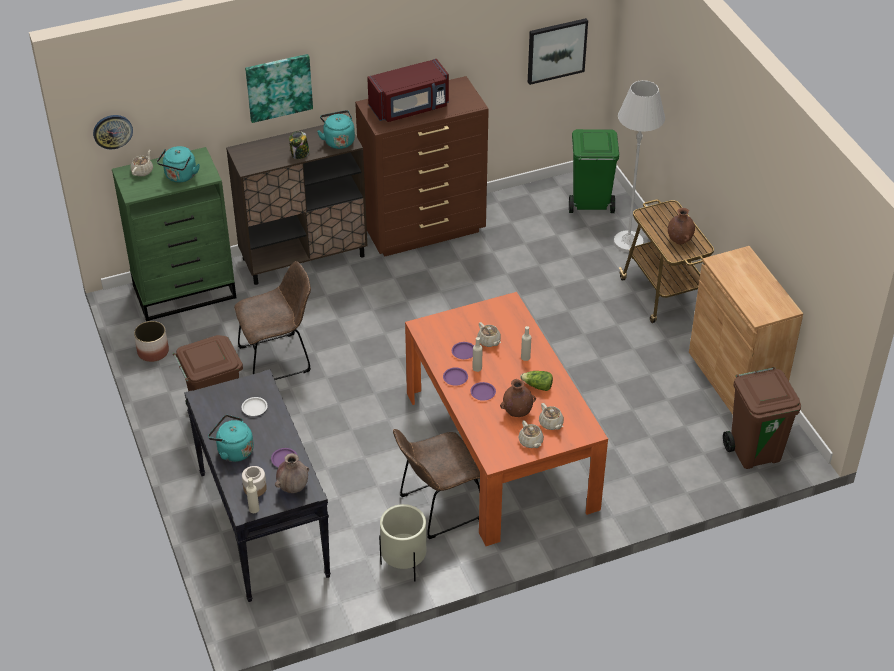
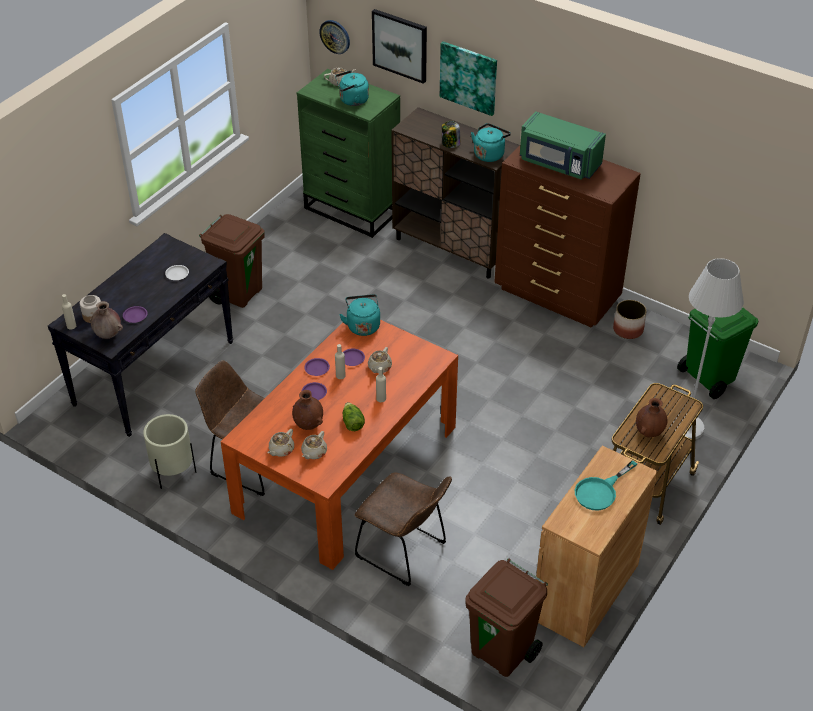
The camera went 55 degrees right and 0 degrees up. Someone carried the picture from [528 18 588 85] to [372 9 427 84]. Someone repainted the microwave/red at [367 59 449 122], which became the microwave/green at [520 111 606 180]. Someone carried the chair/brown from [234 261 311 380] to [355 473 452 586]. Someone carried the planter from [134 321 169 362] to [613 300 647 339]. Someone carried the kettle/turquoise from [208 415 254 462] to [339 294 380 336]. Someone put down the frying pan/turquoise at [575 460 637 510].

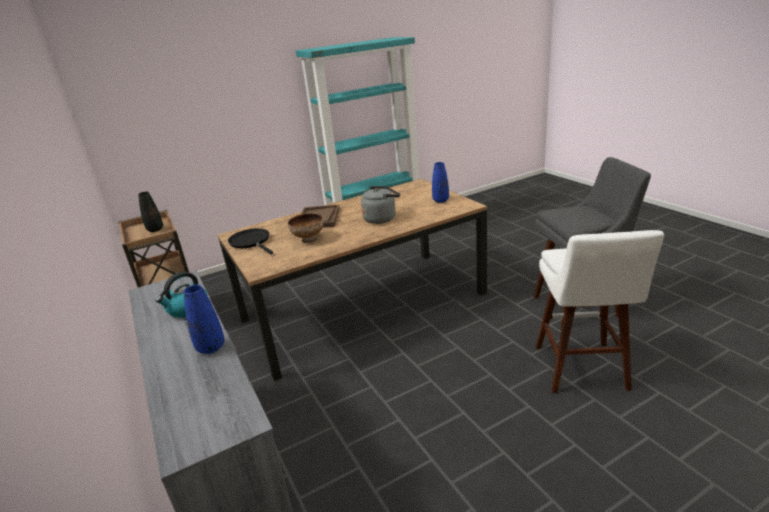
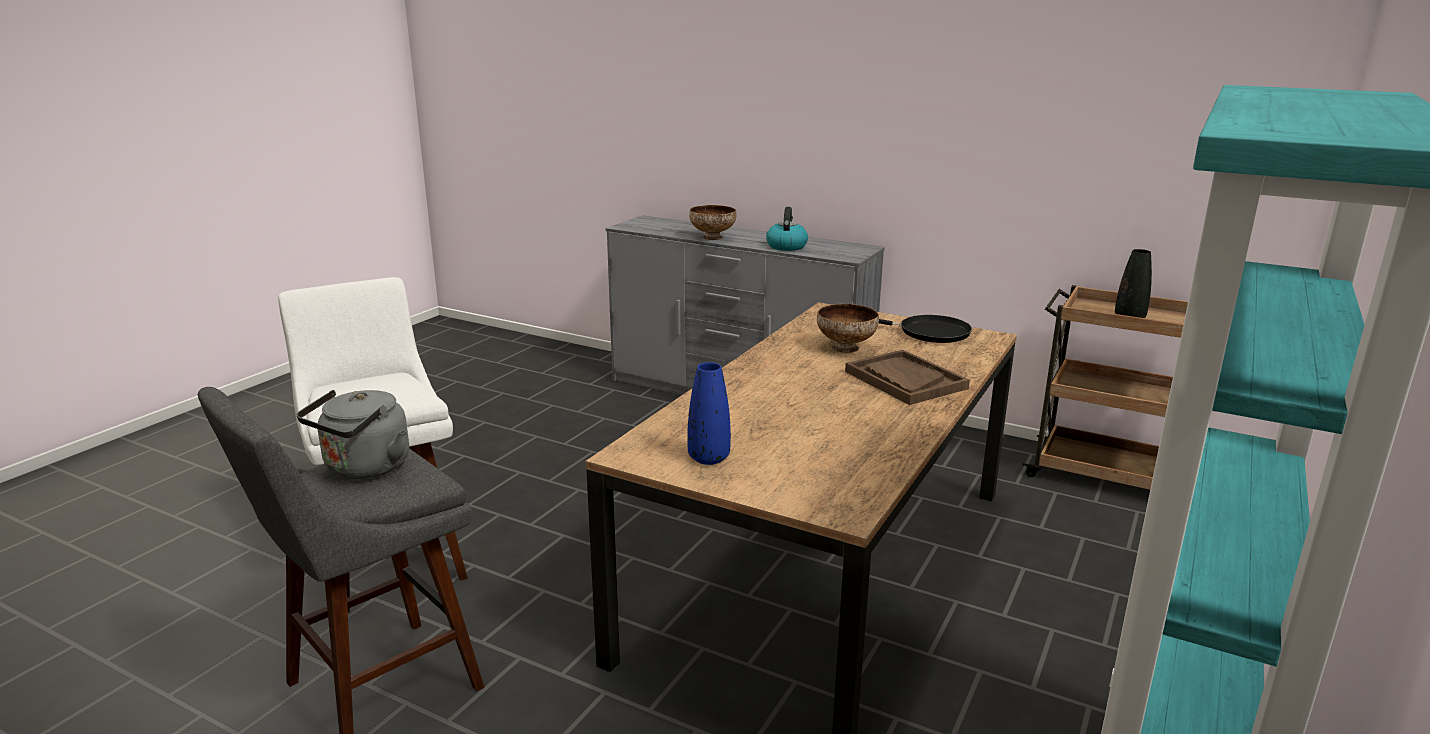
The camera went 145 degrees right and 5 degrees down. Someone carried the kettle/grey from [361 186 400 224] to [297 390 409 479]. Someone swapped the vase/blue at [184 285 225 354] for the bowl at [689 205 736 240].

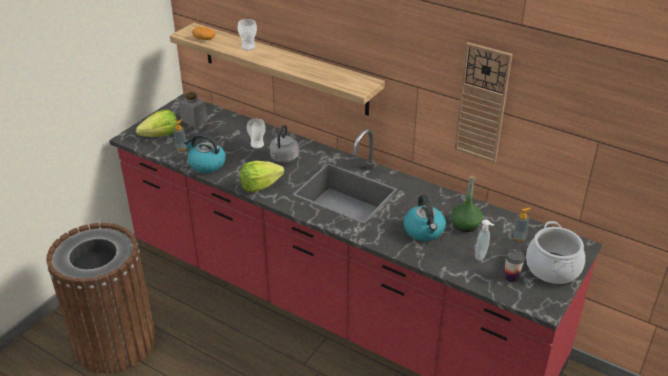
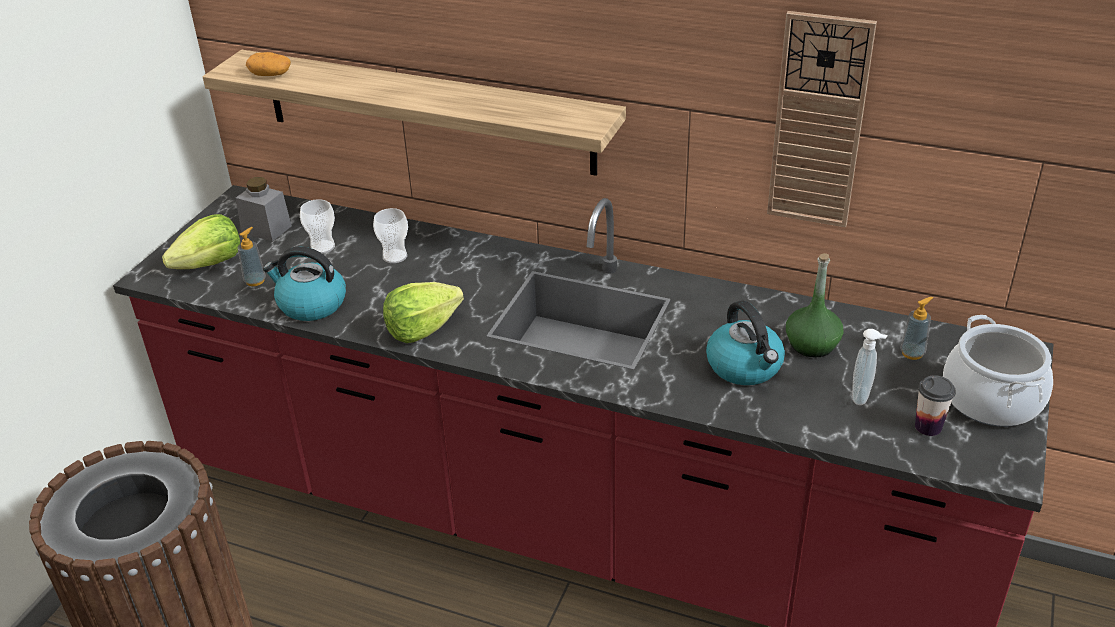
The camera went 10 degrees left and 0 degrees up. Someone carried the cup from [237 19 257 50] to [300 199 335 254]. Someone took away the kettle/grey at [270 125 299 163].

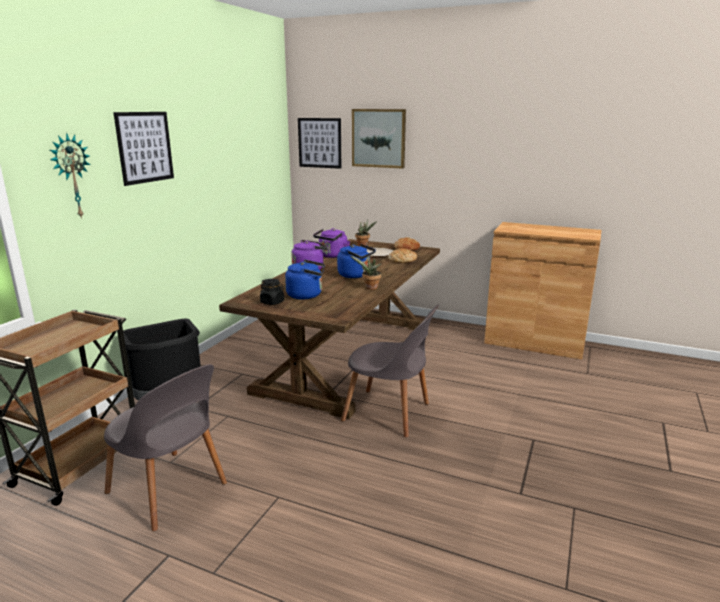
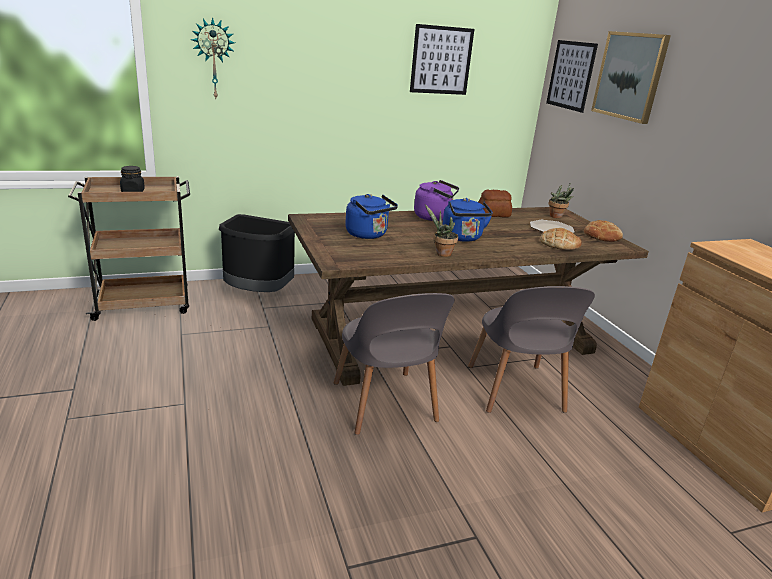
The camera went 45 degrees right and 5 degrees up. Someone carried the picture from [113 112 174 186] to [410 24 474 95]. Someone swapped the kettle/purple at [313 228 350 258] for the bread at [478 190 512 217]. Someone carried the jar/black from [260 279 284 305] to [120 166 145 192]. Someone carried the chair/grey from [104 364 227 531] to [468 286 595 413].

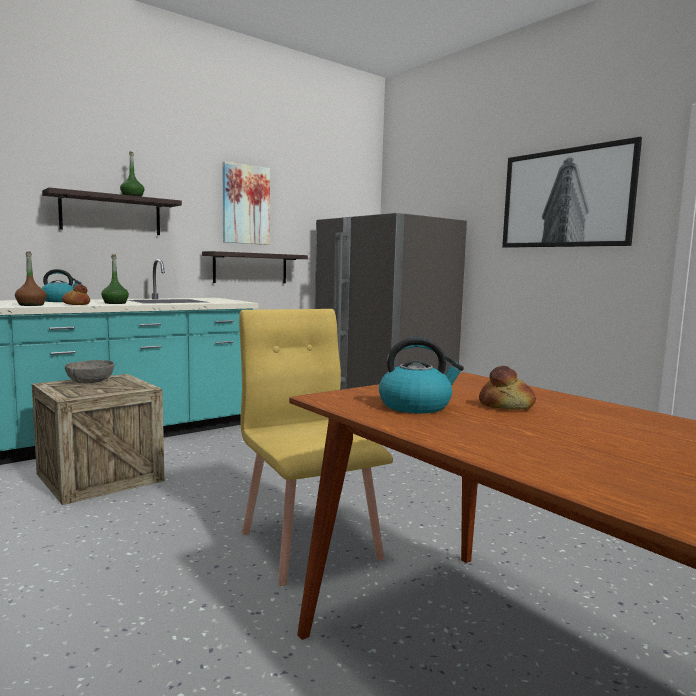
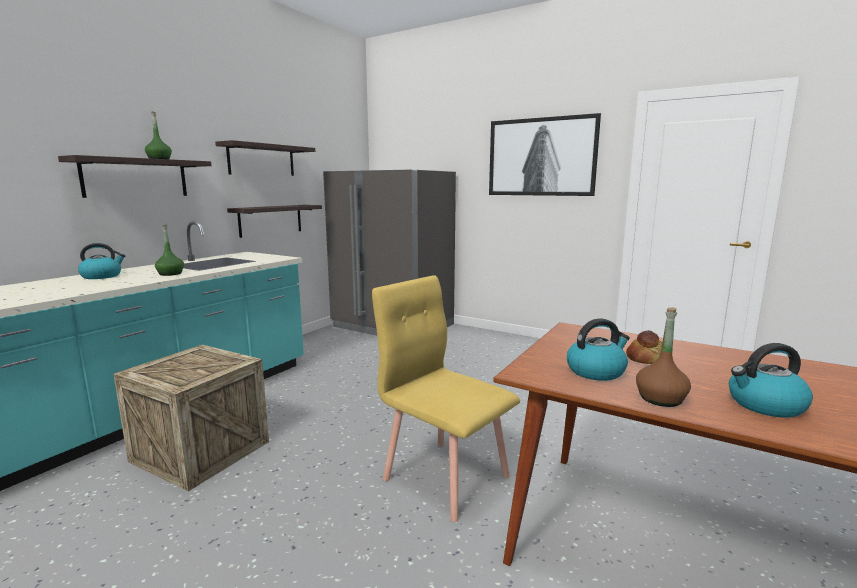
The camera went 20 degrees left and 5 degrees up. Someone swapped the picture at [223 161 270 245] for the shelf at [215 140 315 176]. Someone carried the bottle/brown from [15 251 47 306] to [636 307 691 407]. Someone took away the bread at [62 284 90 305]. Someone took away the bowl/grey at [65 360 114 383]. Someone put down the kettle at [729 343 813 418].

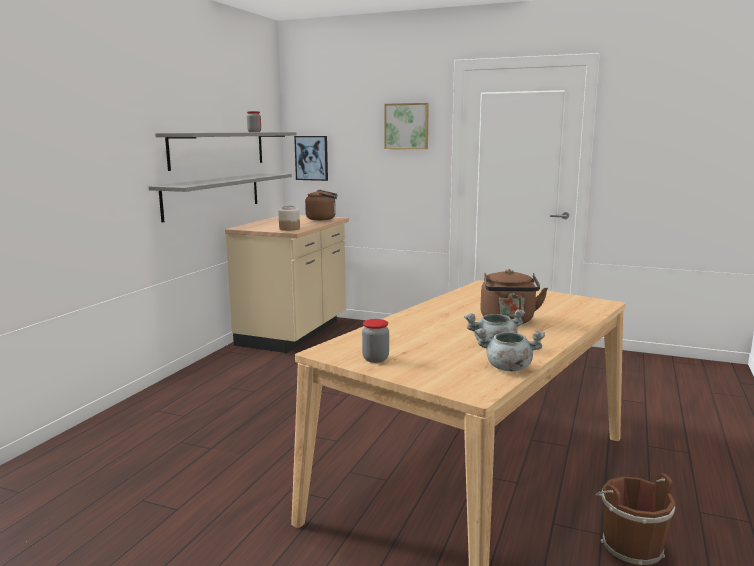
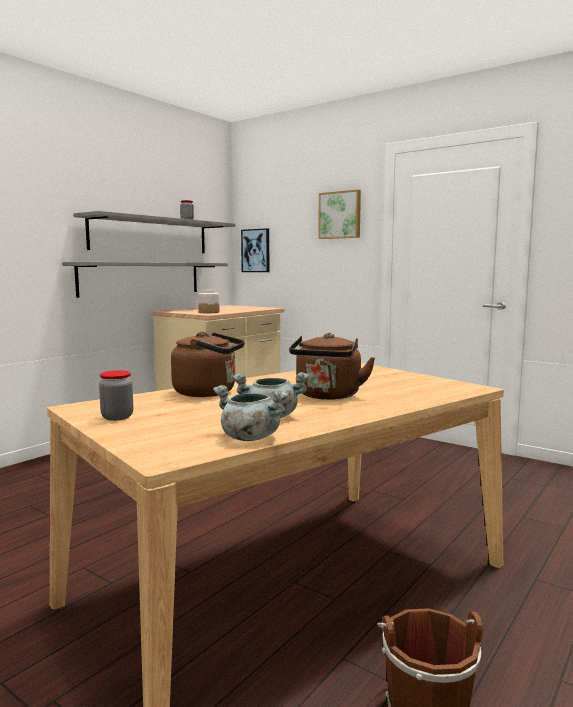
The camera went 15 degrees right and 5 degrees down. Someone carried the kettle/brown from [305 190 338 220] to [171 332 245 397].

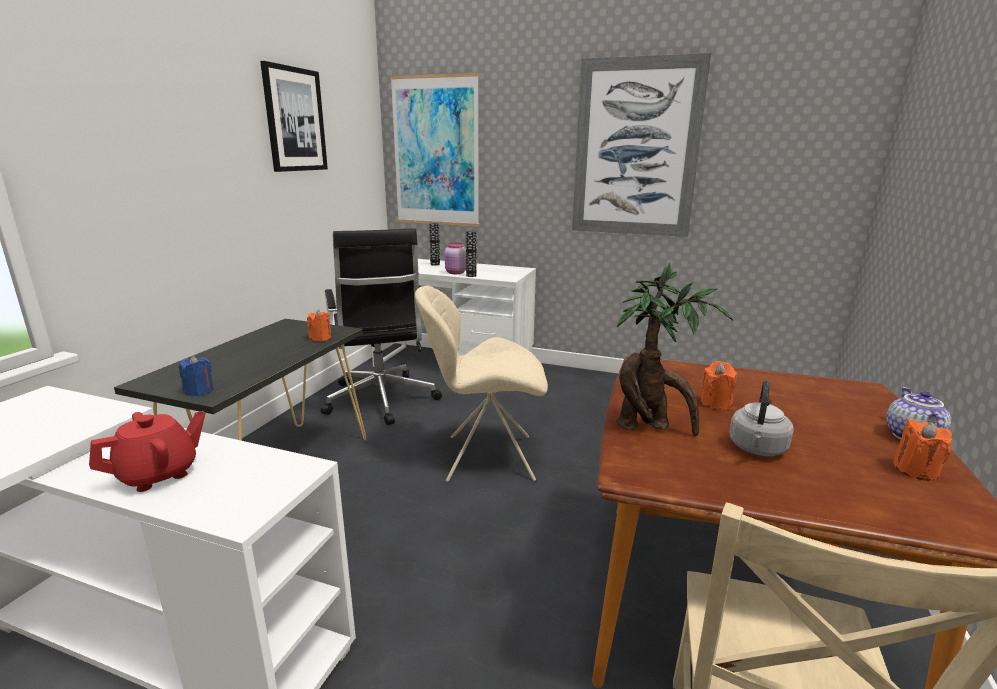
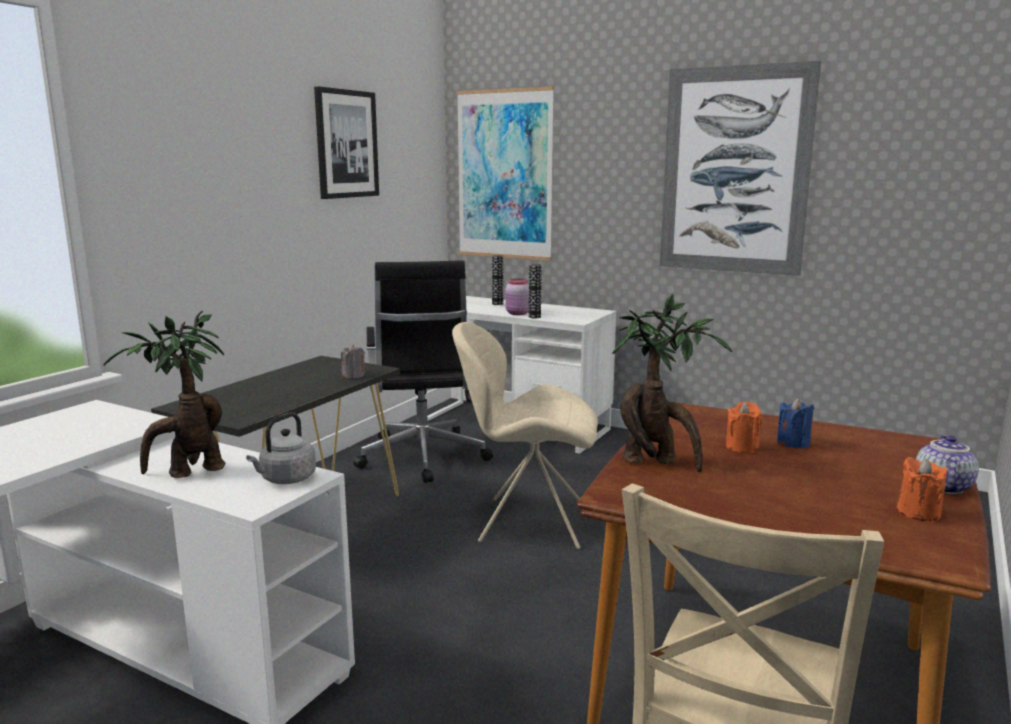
The camera went 10 degrees right and 5 degrees down. Someone repainted the candle/orange at [307 310 331 341], which became the candle/grey at [341 344 365 378]. Someone carried the candle/blue from [179 355 213 396] to [777 398 814 449]. Someone carried the kettle/grey from [729 380 794 456] to [246 412 316 484]. Someone swapped the teapot/red at [89 411 205 492] for the potted plant at [104 311 225 478].

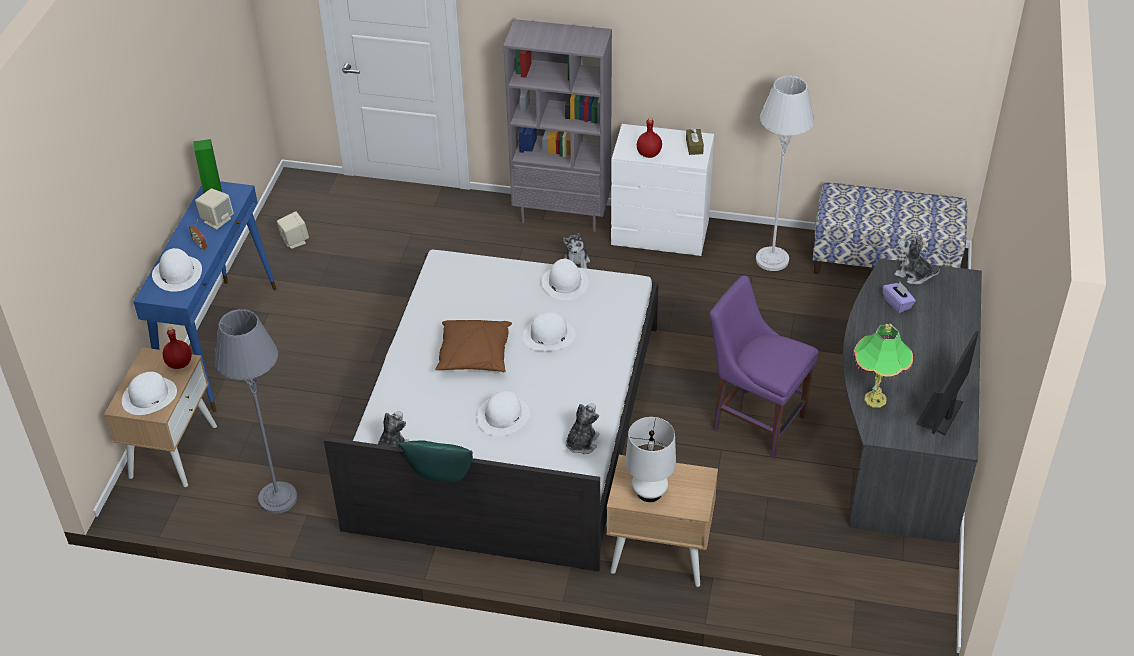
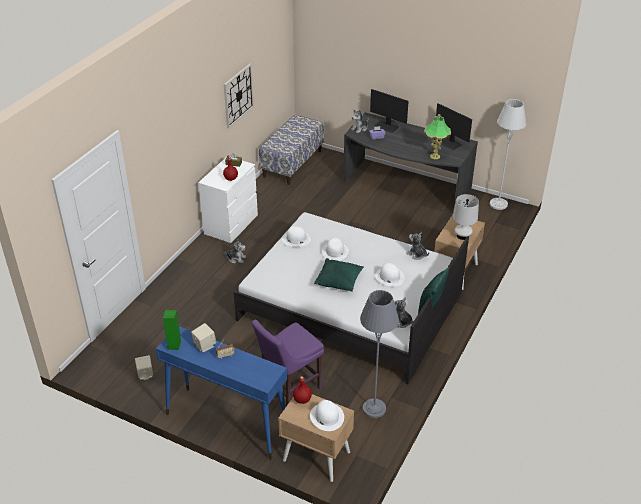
The camera went 75 degrees left and 5 degrees down. Someone took away the bookcase/grey at [503 19 612 232]. Someone carried the floor lamp/grey from [756 76 814 271] to [490 99 526 210]. Someone took away the hat/white at [152 248 202 292]. Someone carried the chair/purple from [709 275 819 458] to [252 320 324 406]. Someone repainted the pillow/brown at [435 320 512 372], which became the pillow/green at [314 258 364 292]. Someone put up the wall clock at [224 64 254 128]. Someone put down the monitor at [370 89 409 133].

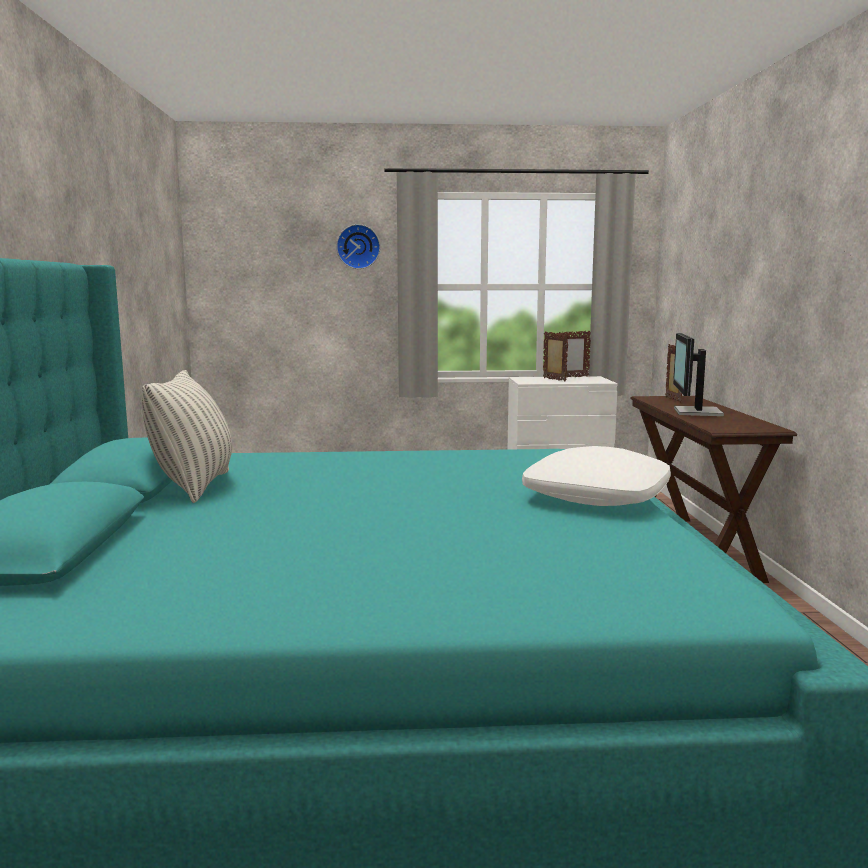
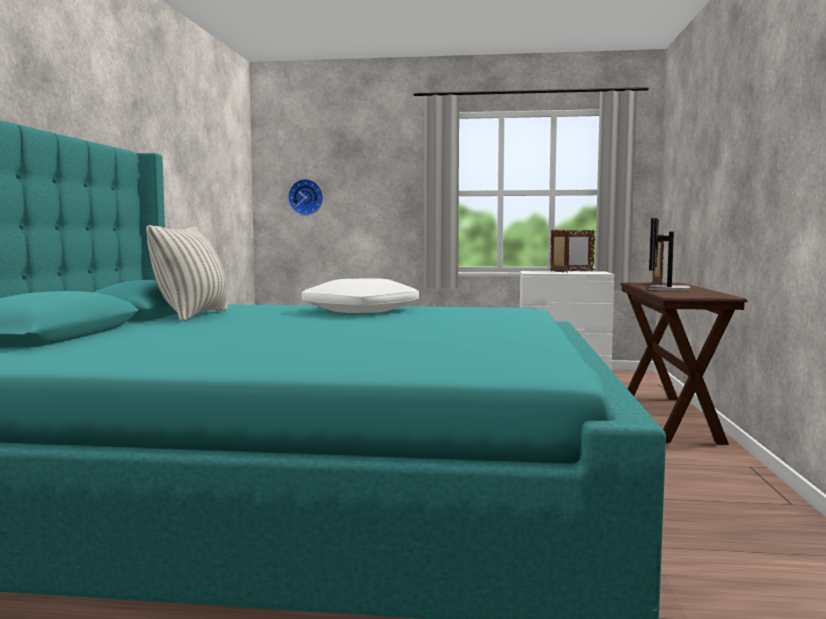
The camera went 10 degrees right and 5 degrees down. Someone carried the wall clock from [336 224 380 269] to [288 179 323 216]. Someone carried the pillow/white from [522 446 671 506] to [302 278 419 313].

